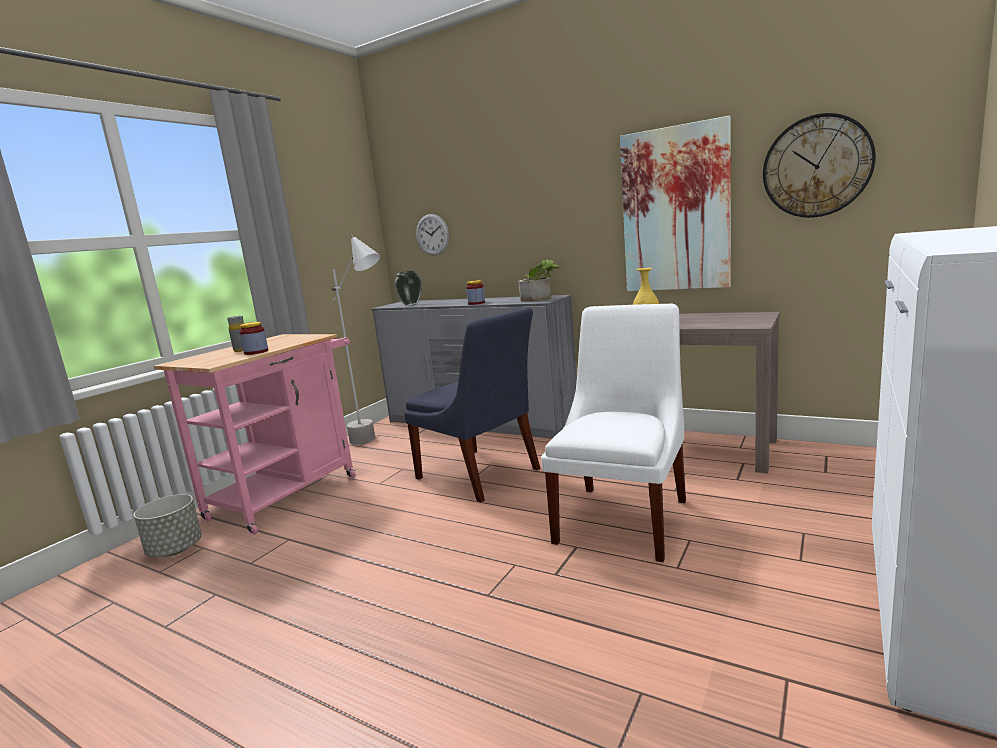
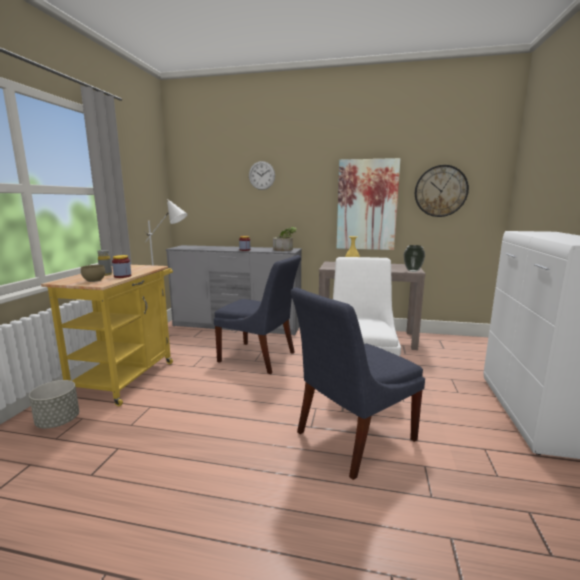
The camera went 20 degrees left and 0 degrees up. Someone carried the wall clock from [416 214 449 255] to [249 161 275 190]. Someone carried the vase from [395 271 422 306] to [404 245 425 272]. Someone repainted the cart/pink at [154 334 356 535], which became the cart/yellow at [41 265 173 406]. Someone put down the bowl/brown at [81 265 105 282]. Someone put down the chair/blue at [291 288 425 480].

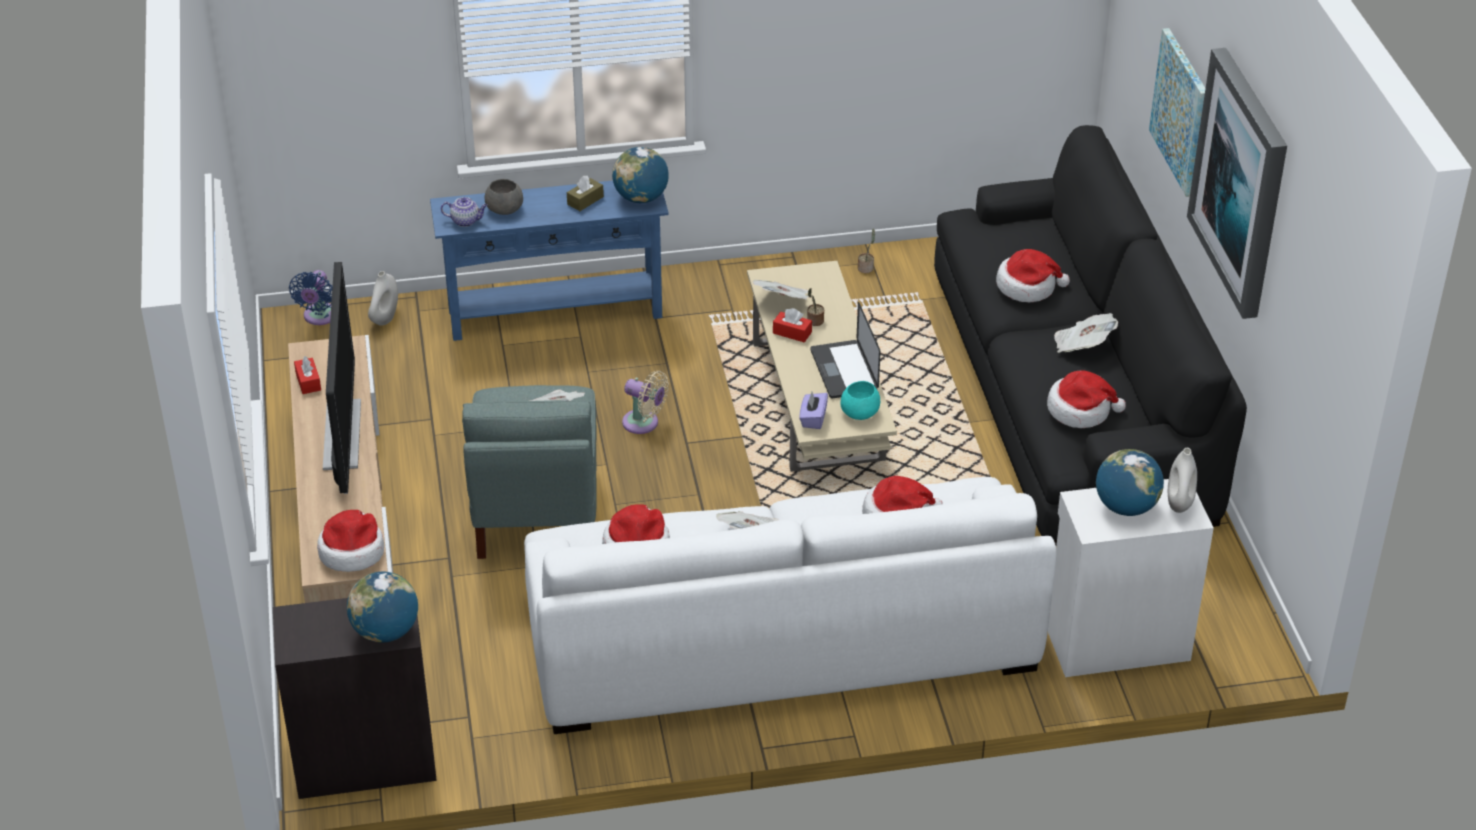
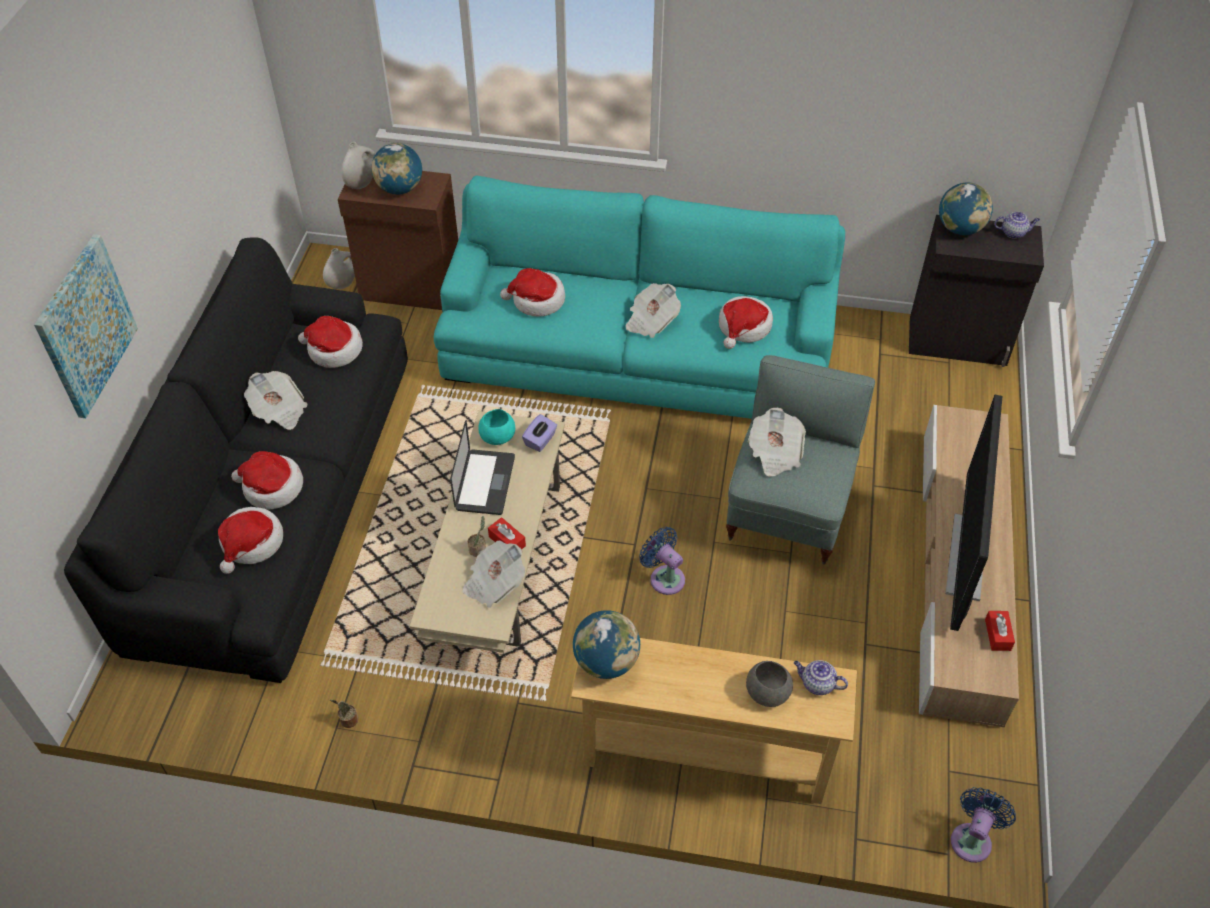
The camera went 160 degrees left and 10 degrees up. Someone took away the picture at [1187 48 1287 319]. Someone took away the tissue box/brown at [567 176 604 211]. Someone repainted the console table/blue at [430 181 669 341], which became the console table/beige at [571 638 857 804]. Someone carried the vase/white from [368 271 398 325] to [323 248 355 289]. Someone repainted the fan/beige at [622 371 669 434], which became the fan/blue at [639 527 685 595]. Someone repainted the sofa/white at [524 477 1057 734], which became the sofa/turquoise at [434 175 845 419]. Someone repainted the cabinet/white at [1048 479 1214 677], which became the cabinet/brown at [338 171 458 312]. Someone carried the hat from [317 510 384 572] to [218 507 283 574]. Someone put down the teapot at [994 211 1040 239].

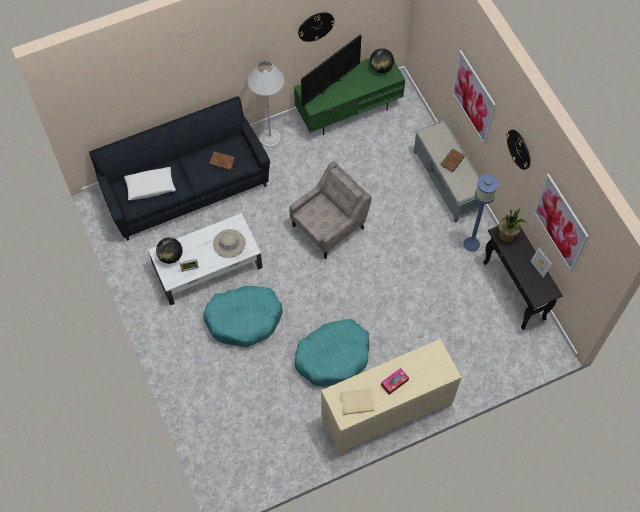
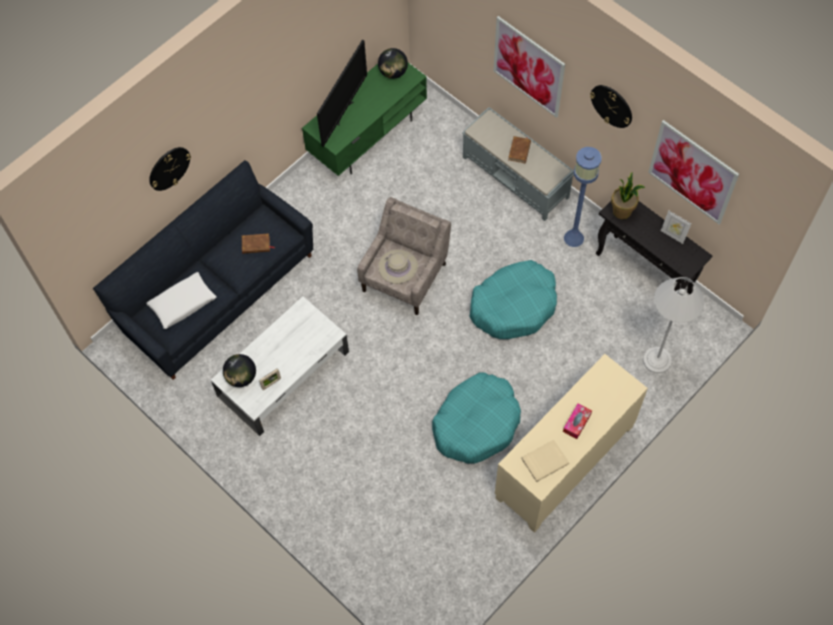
The camera went 20 degrees left and 0 degrees up. Someone carried the wall clock from [298 12 335 42] to [149 147 191 191]. Someone carried the floor lamp/white from [247 61 284 148] to [643 277 704 373]. Someone carried the hat/beige from [213 229 246 258] to [378 249 418 284]. Someone carried the dog bed/turquoise from [203 286 283 347] to [470 260 557 339].

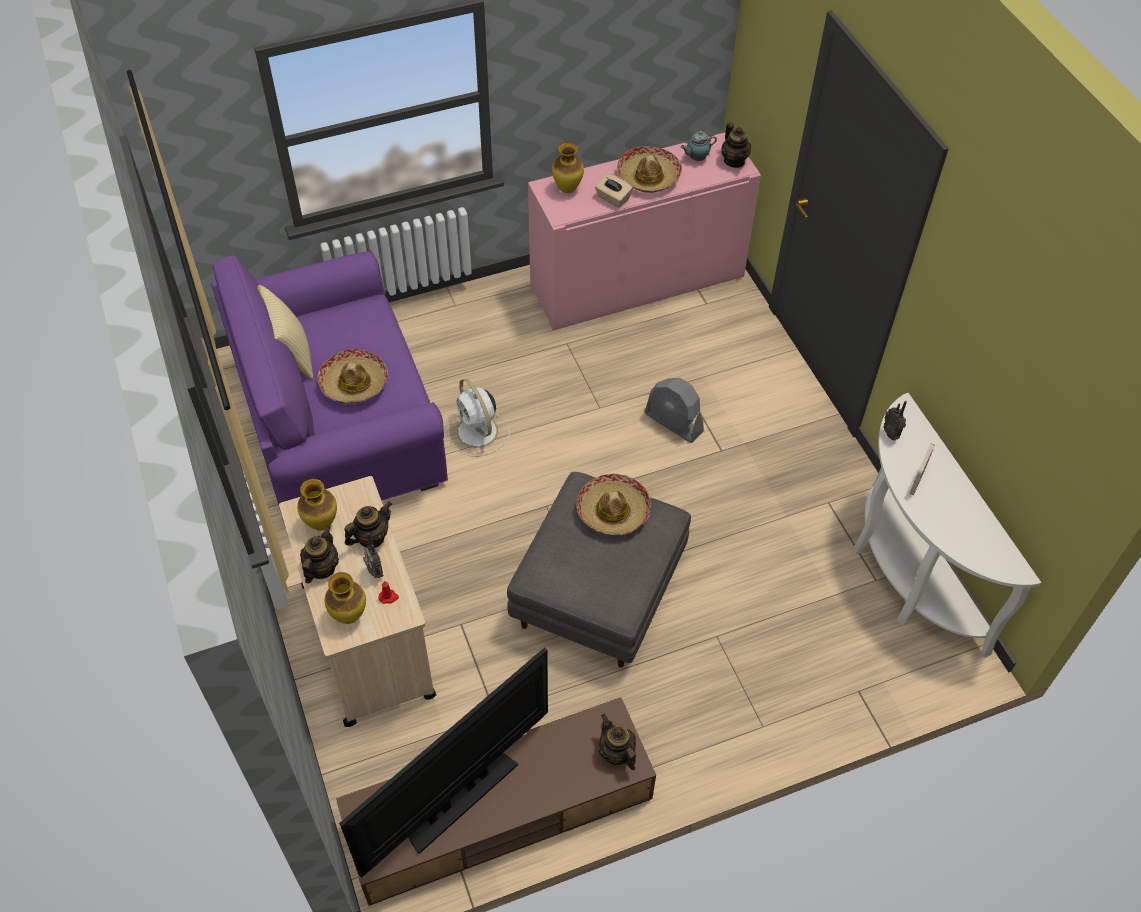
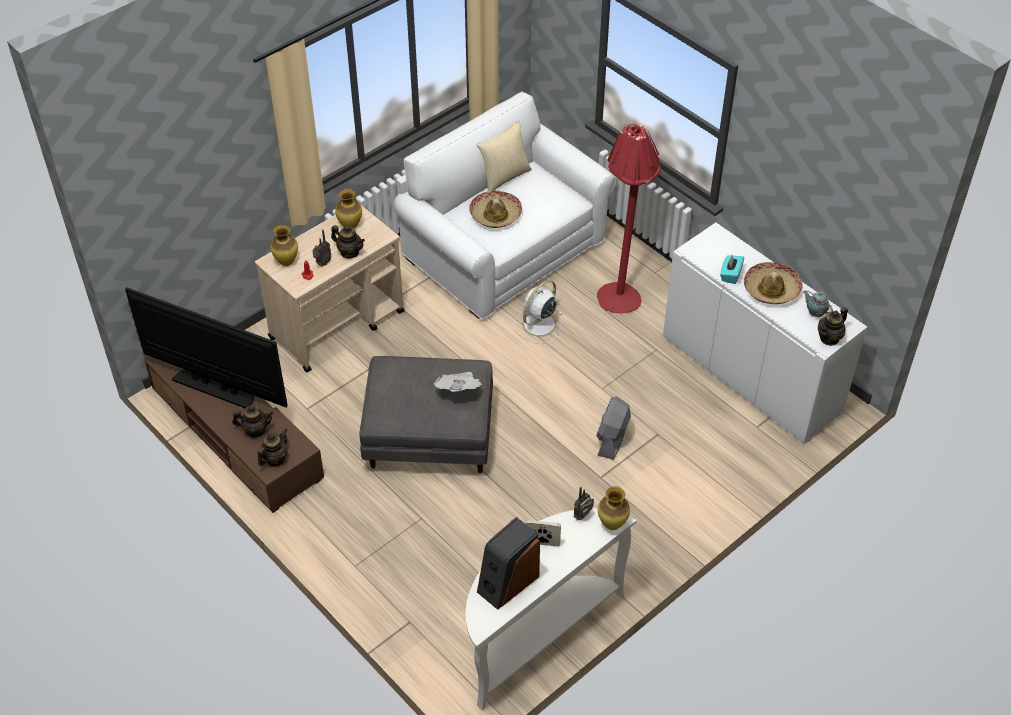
The camera went 70 degrees right and 5 degrees down. Someone repainted the cabinet/pink at [528 132 761 331], which became the cabinet/white at [663 223 867 444]. Someone carried the vase from [552 142 584 193] to [598 486 630 530]. Someone repainted the tissue box/beige at [595 173 633 208], which became the tissue box/turquoise at [720 254 744 284]. Someone repainted the sofa/purple at [211 251 448 528], which became the sofa/white at [394 92 616 319]. Someone swapped the hat at [576 474 651 535] for the newspaper at [434 372 482 392]. Someone carried the teapot from [300 525 339 583] to [232 405 273 438]. Someone put down the floor lamp/red at [597 124 661 313]. Someone put down the speaker at [477 517 540 610].

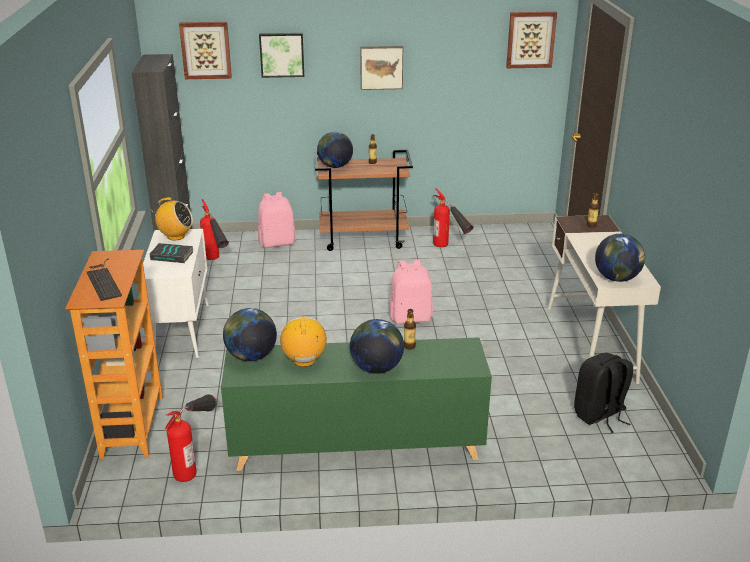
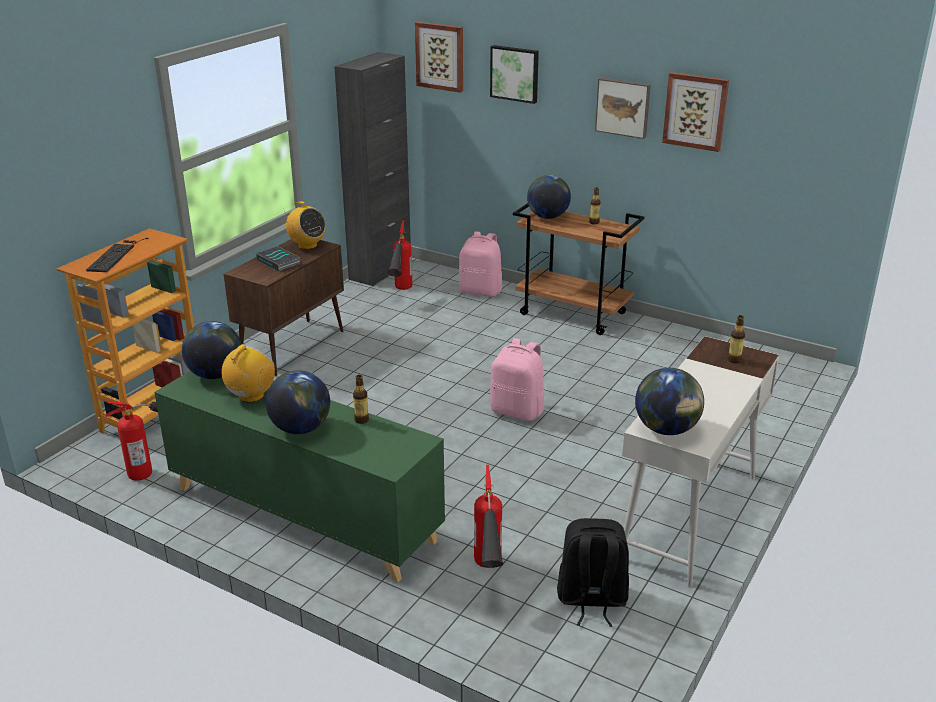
The camera went 35 degrees right and 0 degrees up. Someone carried the picture from [506 12 557 68] to [662 72 729 152]. Someone carried the fire extinguisher from [433 188 474 247] to [474 465 503 568]. Someone repainted the cabinet/white at [143 229 209 358], which became the cabinet/brown at [224 239 344 376].

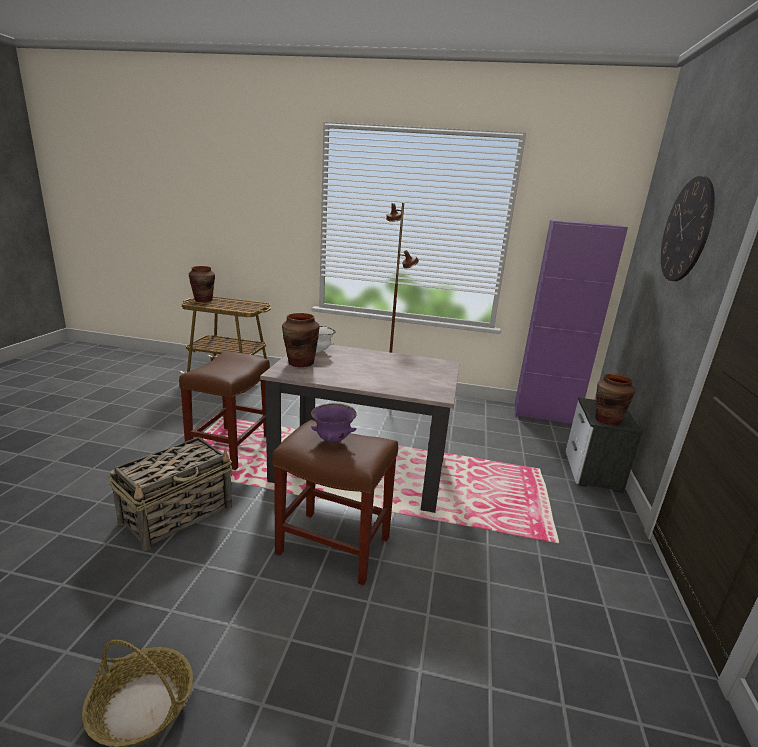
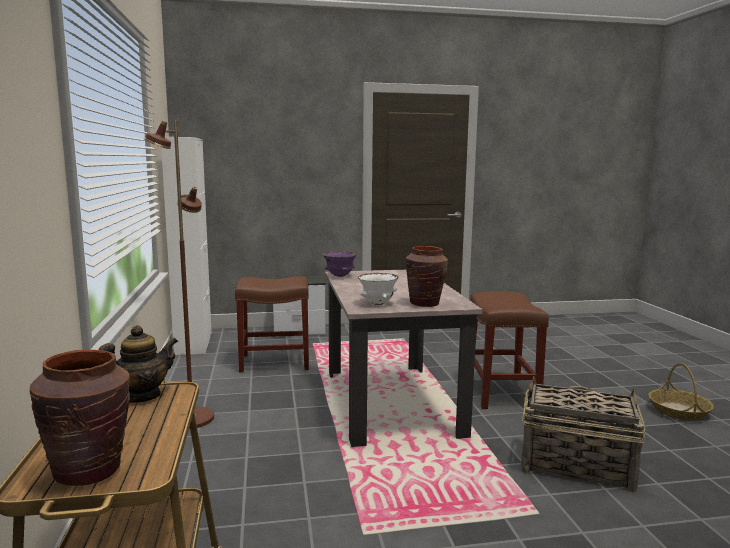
The camera went 110 degrees left and 10 degrees down. Someone took away the wall clock at [661 176 715 281]. Someone repainted the cabinet/purple at [514 220 628 424], which became the cabinet/white at [161 137 212 355]. Someone carried the stool/brown from [179 352 270 470] to [235 276 309 372]. Someone took away the vase/brown at [595 374 635 425]. Someone carried the bowl/purple from [311 403 357 443] to [323 251 357 277]. Someone put down the teapot at [98 325 178 403].

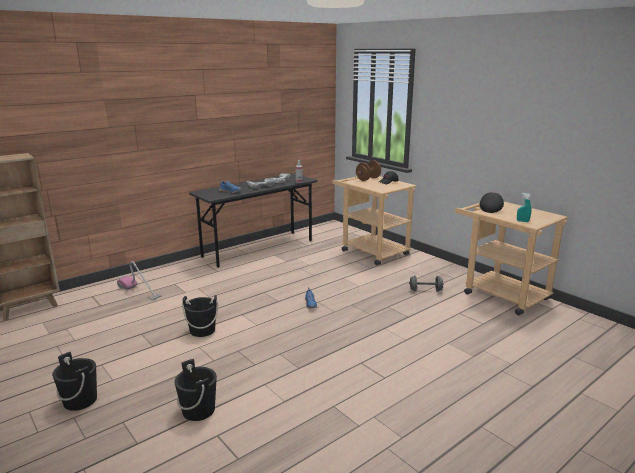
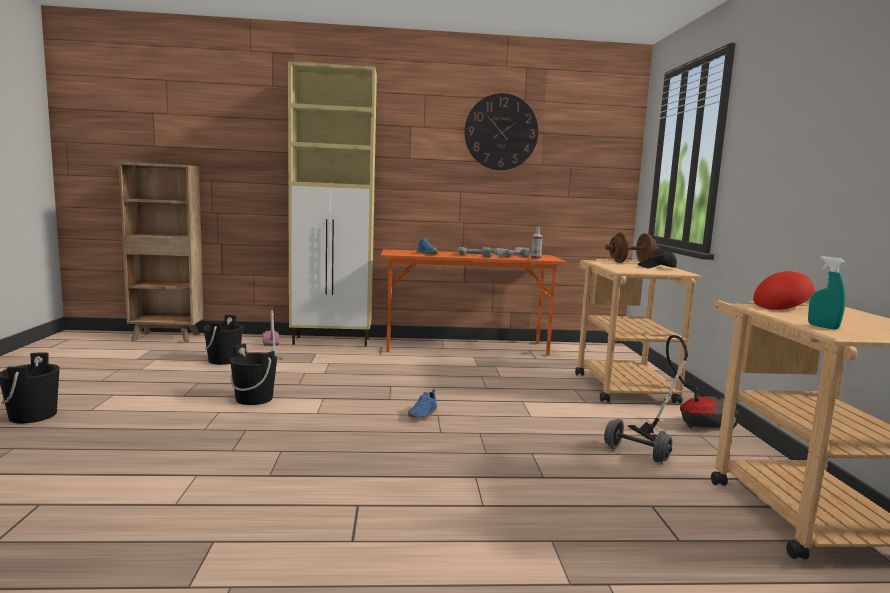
The camera went 35 degrees right and 10 degrees down. Someone repainted the desk/grey at [189 173 318 268], which became the desk/orange at [381 249 566 356]. Someone repainted the cap/black at [480 192 504 213], which became the cap/red at [753 271 816 310]. Someone carried the bucket/black from [174 359 217 421] to [204 315 243 365]. Someone put down the cabinet/beige at [288 61 377 346]. Someone put up the wall clock at [464 93 538 170]. Someone put down the vacuum cleaner at [628 335 740 442].

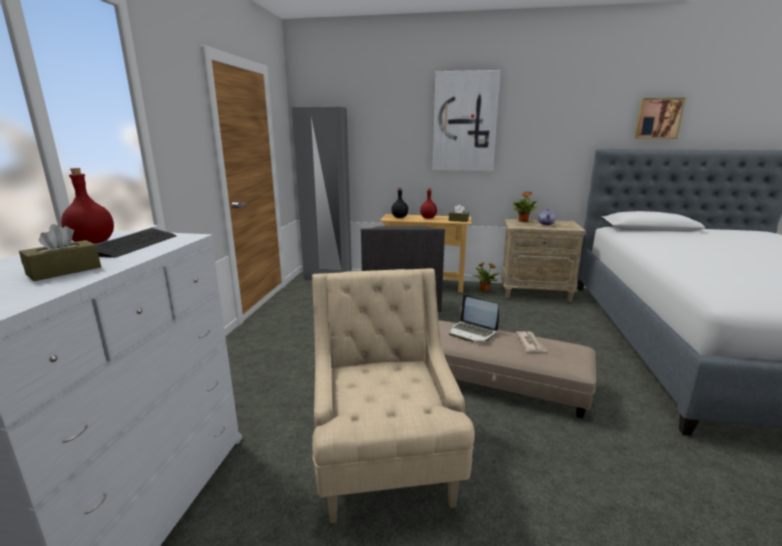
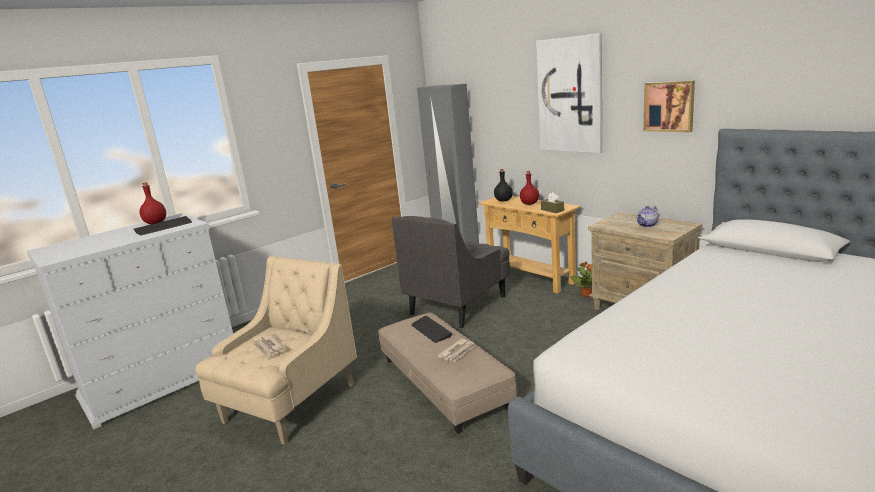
The camera went 40 degrees right and 0 degrees up. Someone carried the picture from [634 98 686 139] to [643 81 695 132]. Someone took away the potted plant at [513 192 538 222]. Someone took away the tissue box/brown at [19 224 101 281]. Someone swapped the laptop at [449 294 499 342] for the keyboard at [411 316 453 343]. Someone put down the newspaper at [252 334 286 359].

